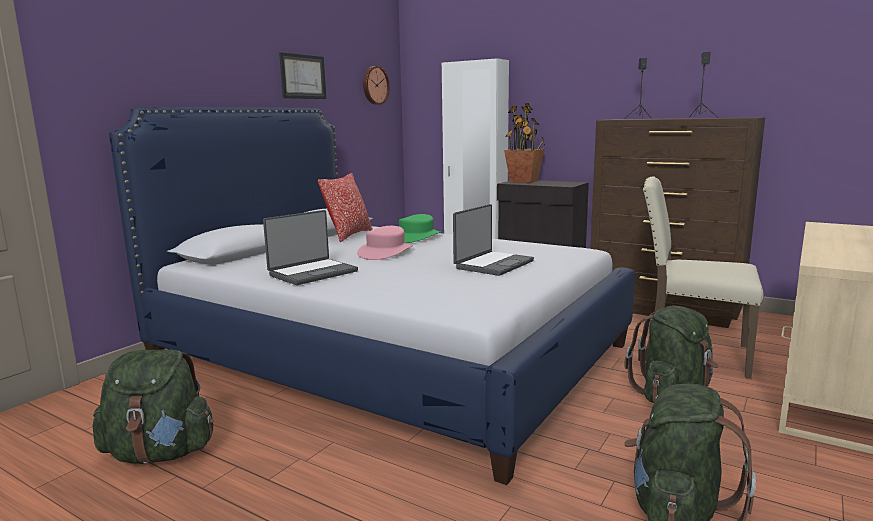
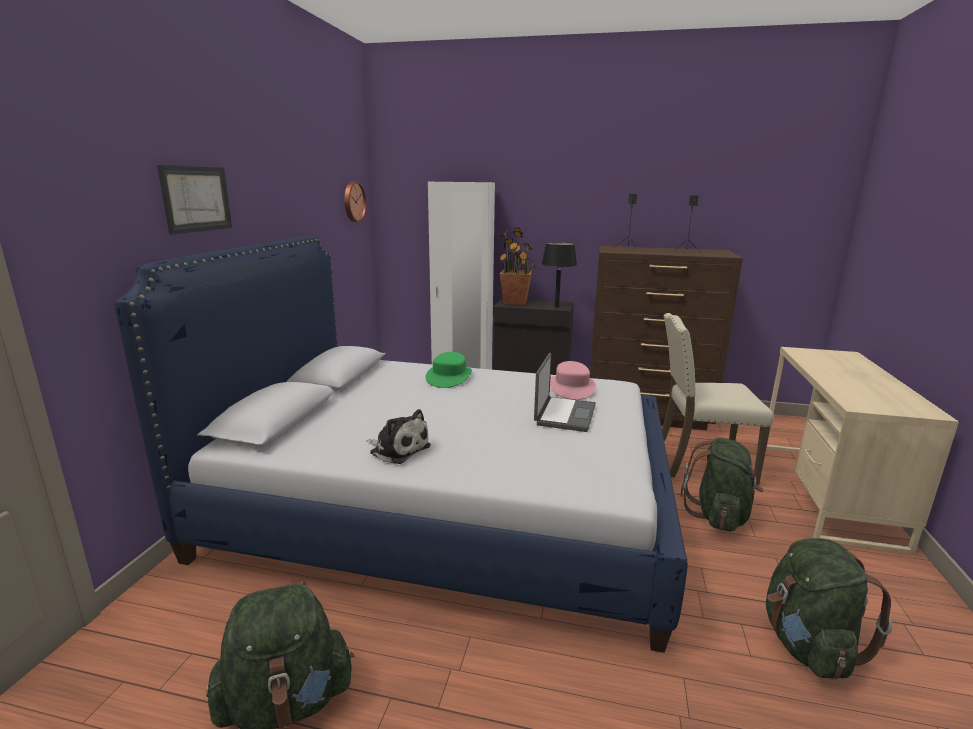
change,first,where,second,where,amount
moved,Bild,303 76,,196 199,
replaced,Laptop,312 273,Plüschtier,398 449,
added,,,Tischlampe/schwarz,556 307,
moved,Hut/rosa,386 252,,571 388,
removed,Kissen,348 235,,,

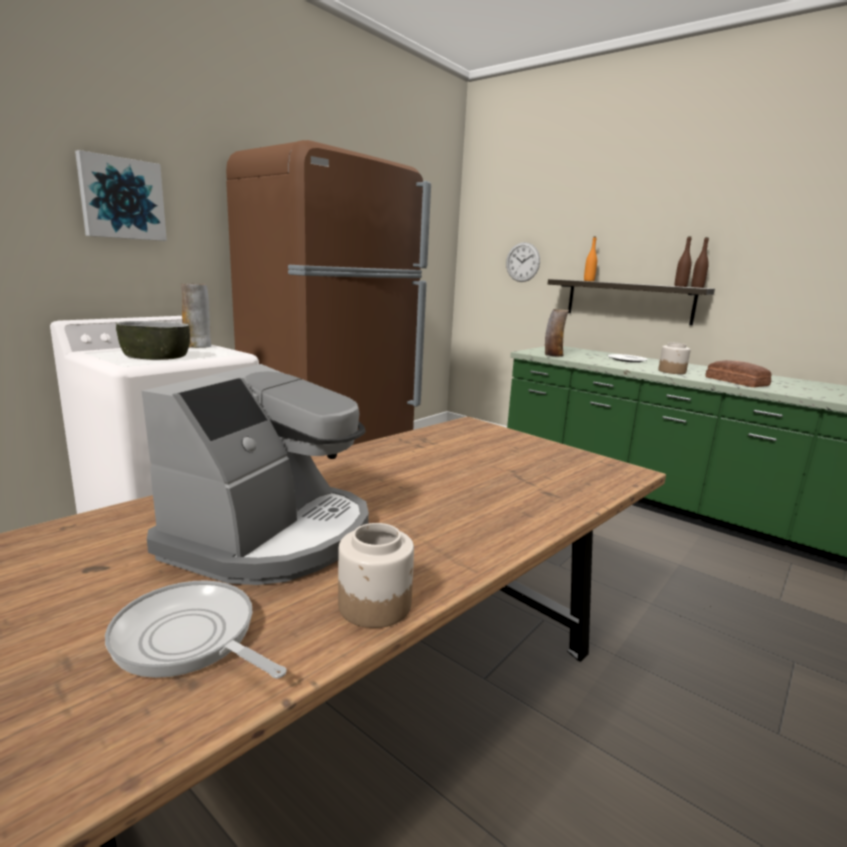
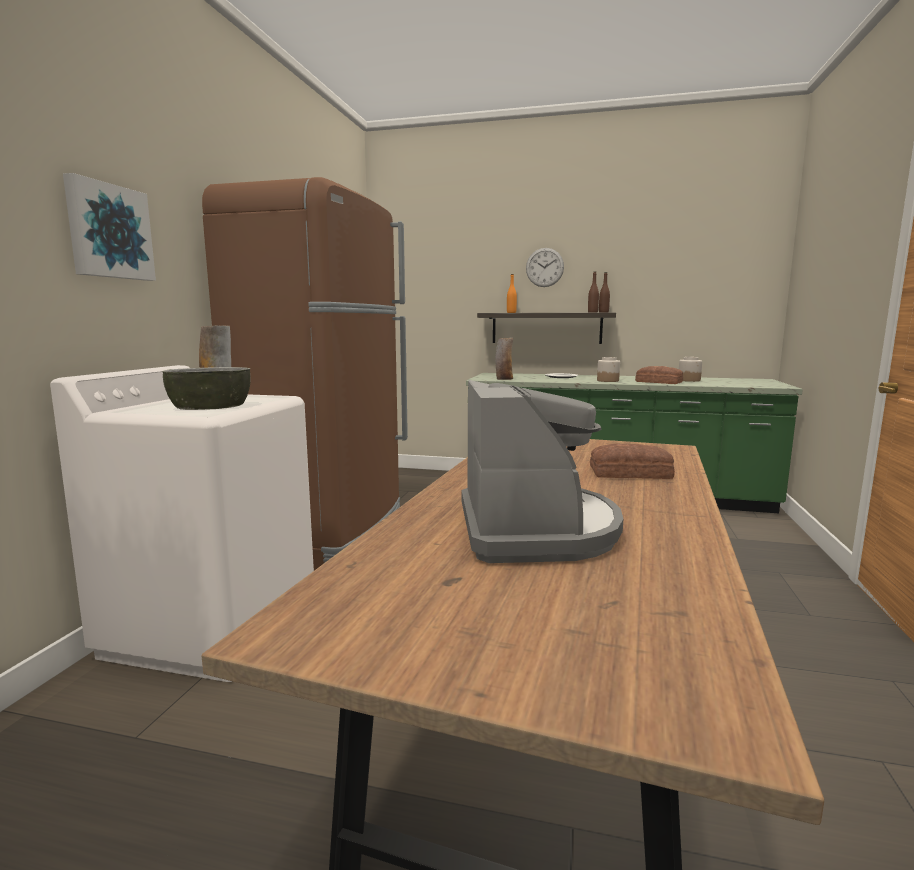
change,first,where,second,where,amount
moved,Wanduhr,522 262,,544 267,
added,,,Brot,631 474,
moved,Vorratsglas,376 605,,689 380,
removed,Pfanne,189 639,,,

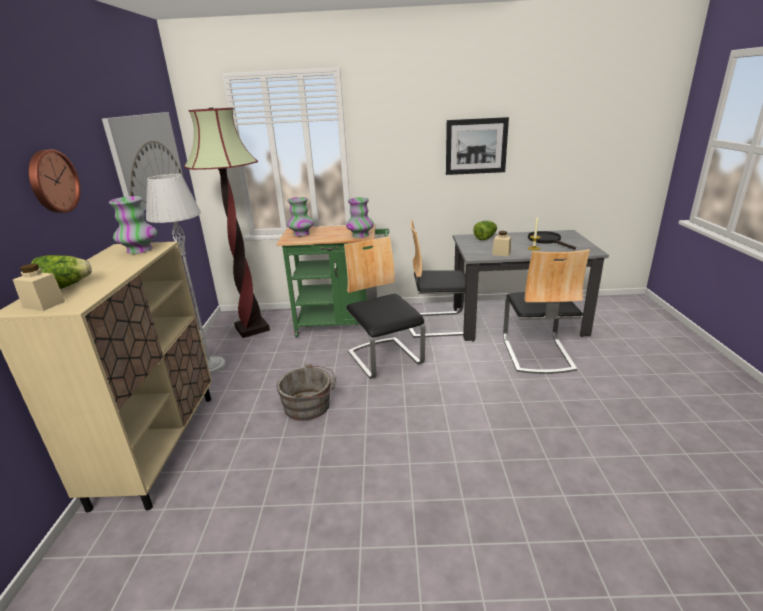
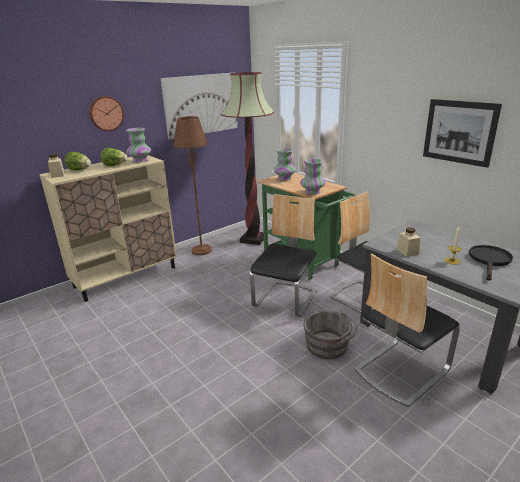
change,first,where,second,where,amount
moved,Salatkopf,485 238,,115 165,
recoloured,Stehlampe/grau,210 366,Stehlampe/braun,201 250,
moved,Eimer/grau,310 406,,328 347,

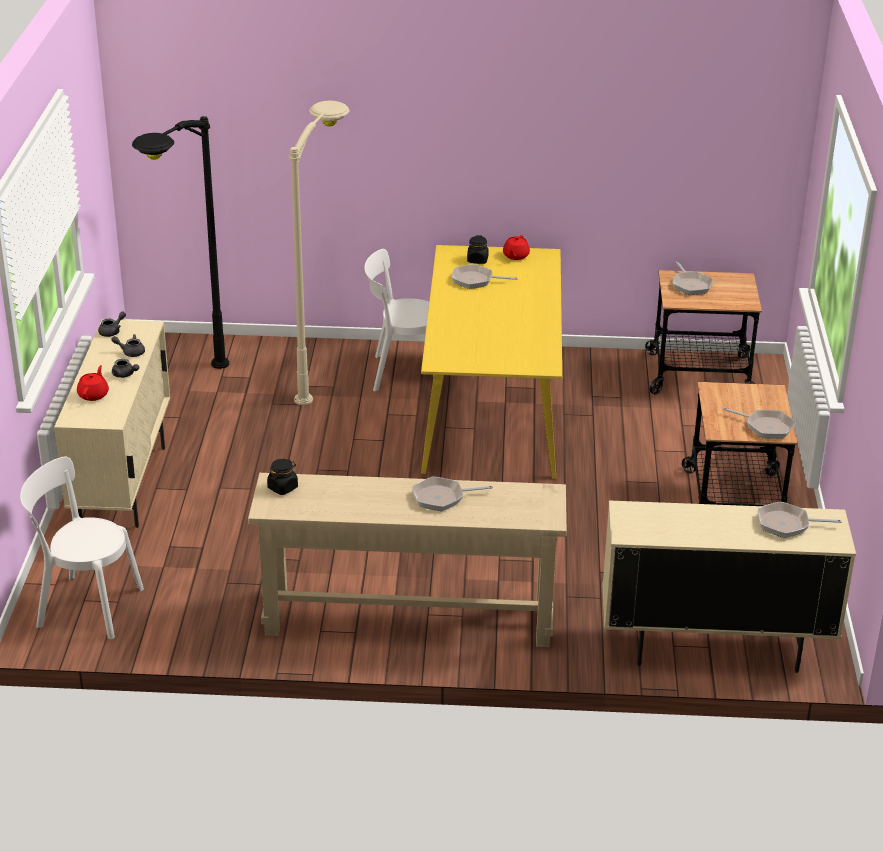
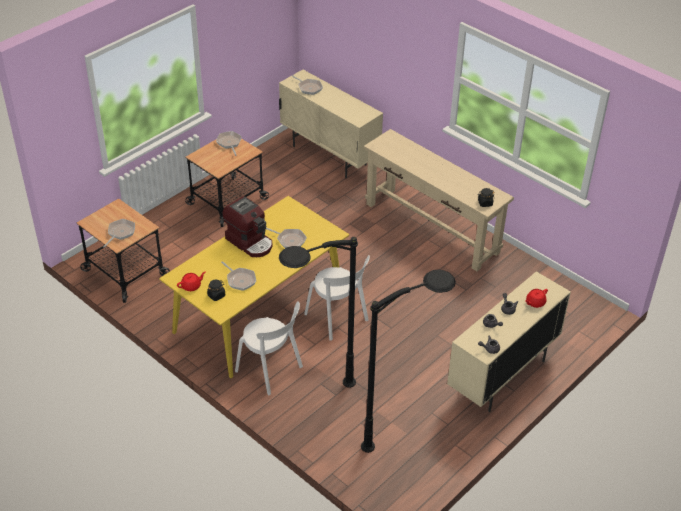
change,first,where,second,where,amount
added,,,Kaffeemaschine,250 242,
moved,Pfanne,442 497,,289 240,
recoloured,Stehlampe/beige,326 372,Stehlampe/schwarz,312 398,
moved,Stuhl/weiß,85 606,,338 319,

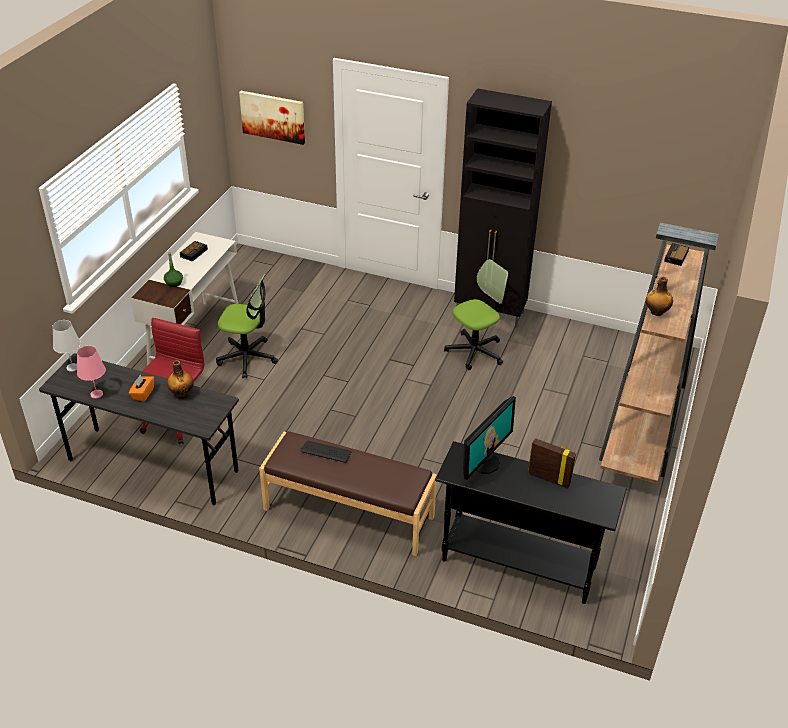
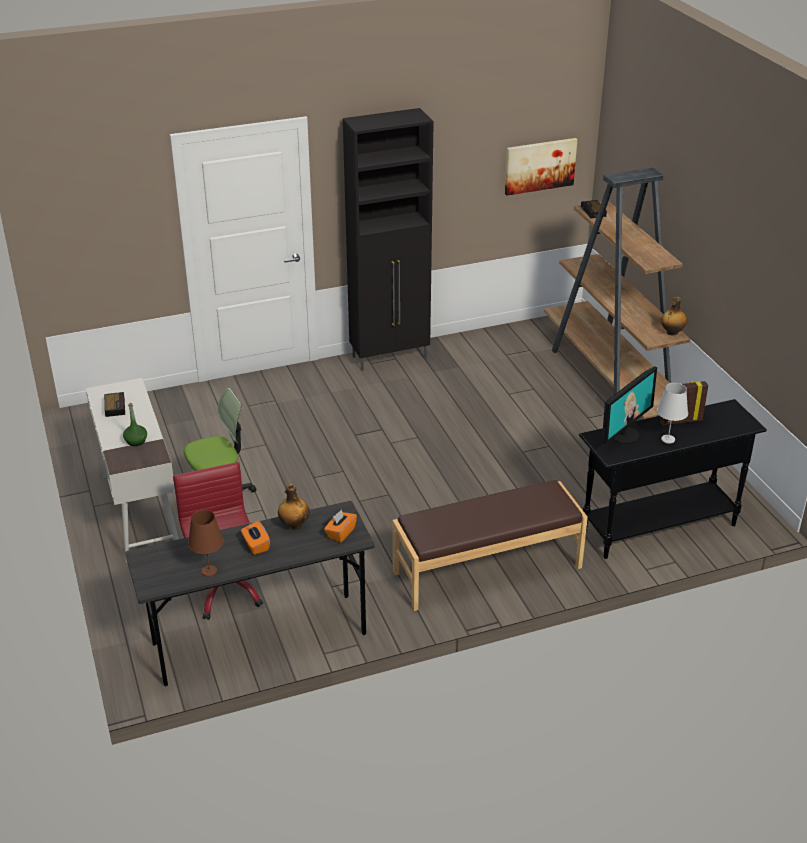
change,first,where,second,where,amount
recoloured,Tischlampe/rosa,96 394,Tischlampe/braun,209 571,
added,,,Taschentuchbox/orange,340 533,
moved,Bild,273 116,,539 165,
turned,Monitor,485 463,,624 435,45 degrees clockwise
moved,Tischlampe/weiß,72 367,,668 439,
moved,Flasche,656 312,,671 332,
removed,Tastatur,326 452,,,
removed,Bürostuhl,475 351,,,

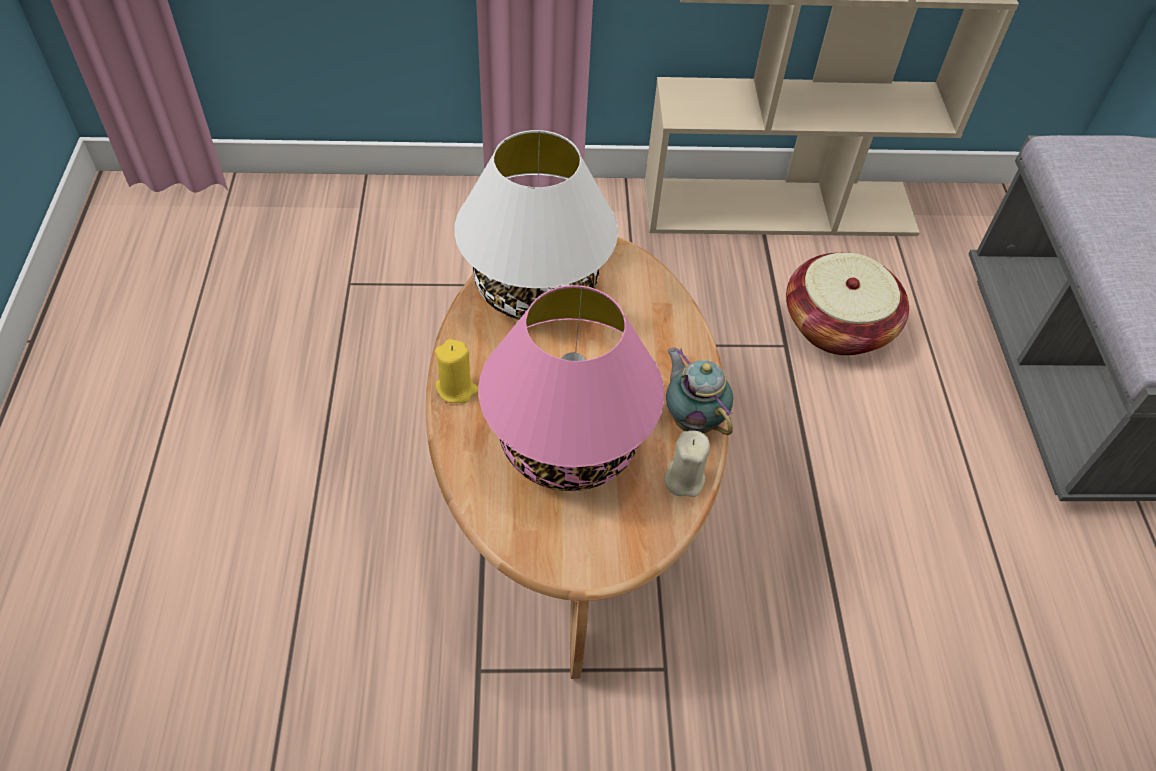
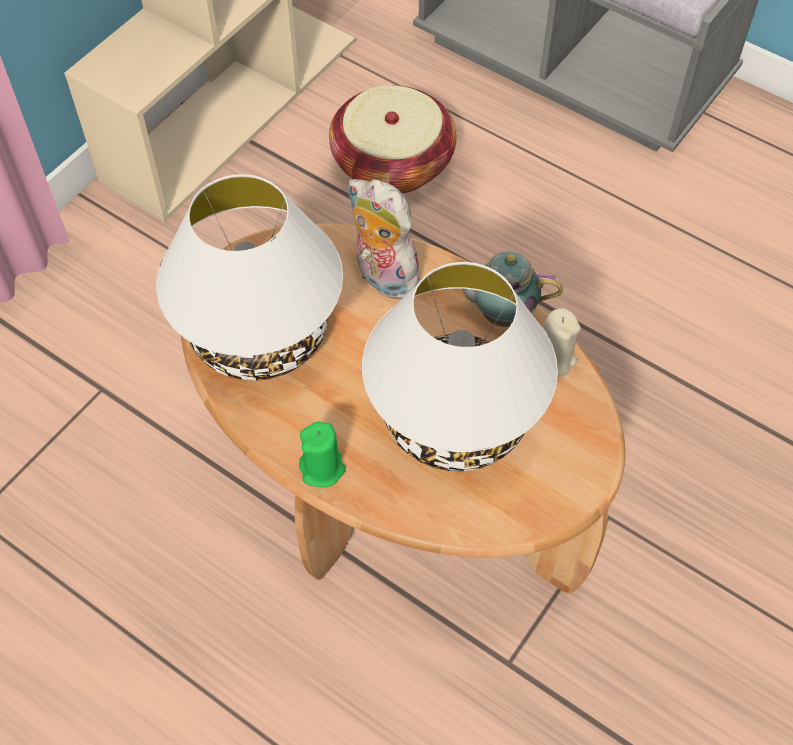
change,first,where,second,where,amount
recoloured,Kerze/gelb,456 388,Kerze/grün,322 468,
added,,,Plüschtier,382 277,
recoloured,Tischlampe/rosa,569 445,Tischlampe/weiß,455 418,

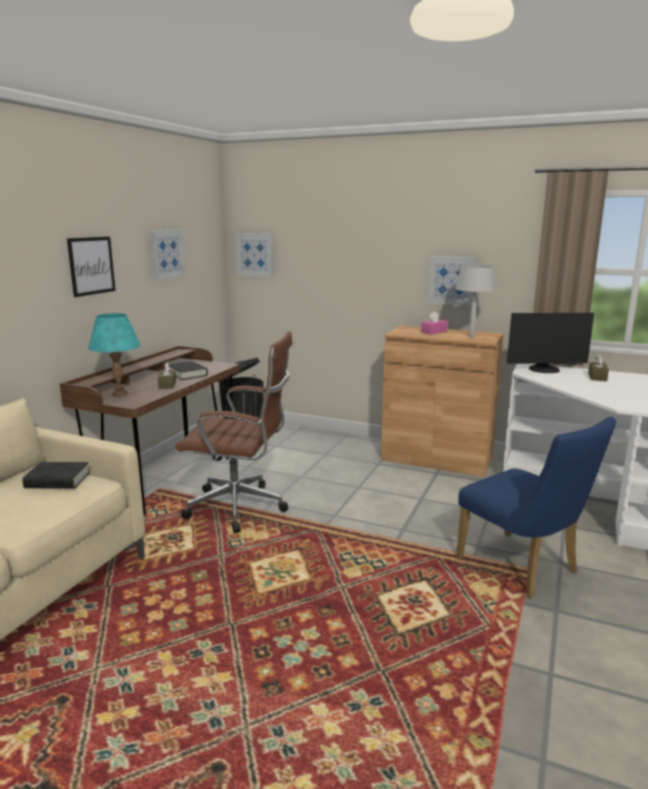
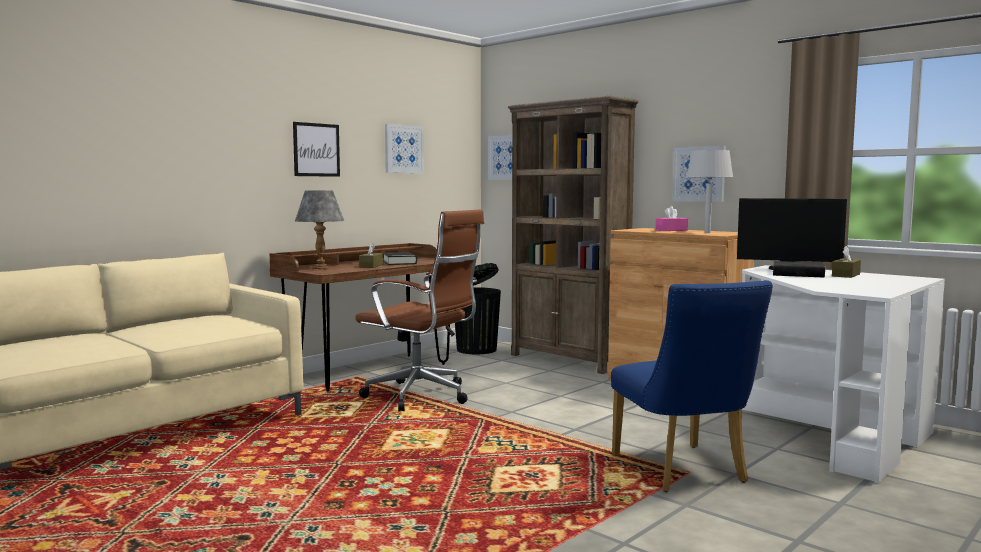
change,first,where,second,where,amount
recoloured,Tischlampe/türkis,119 394,Tischlampe/grau,321 268,
added,,,Bücherregal/braun,568 360,
moved,Buch/schwarz,57 480,,797 274,

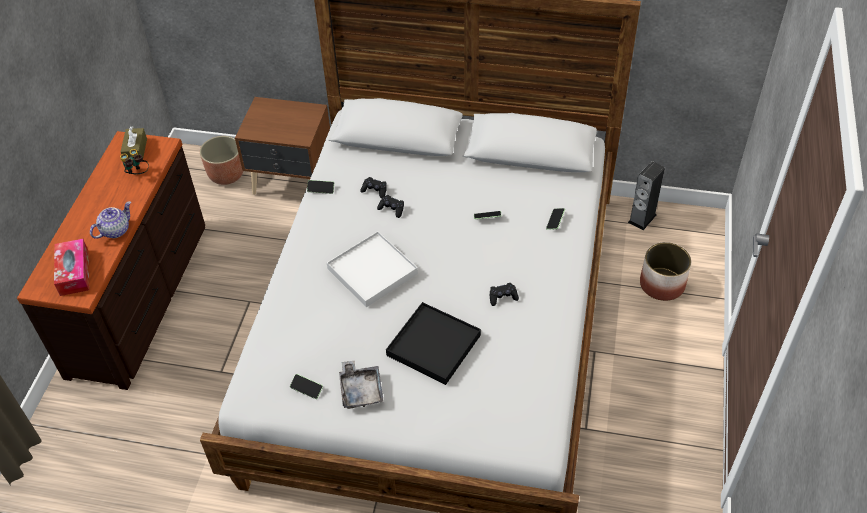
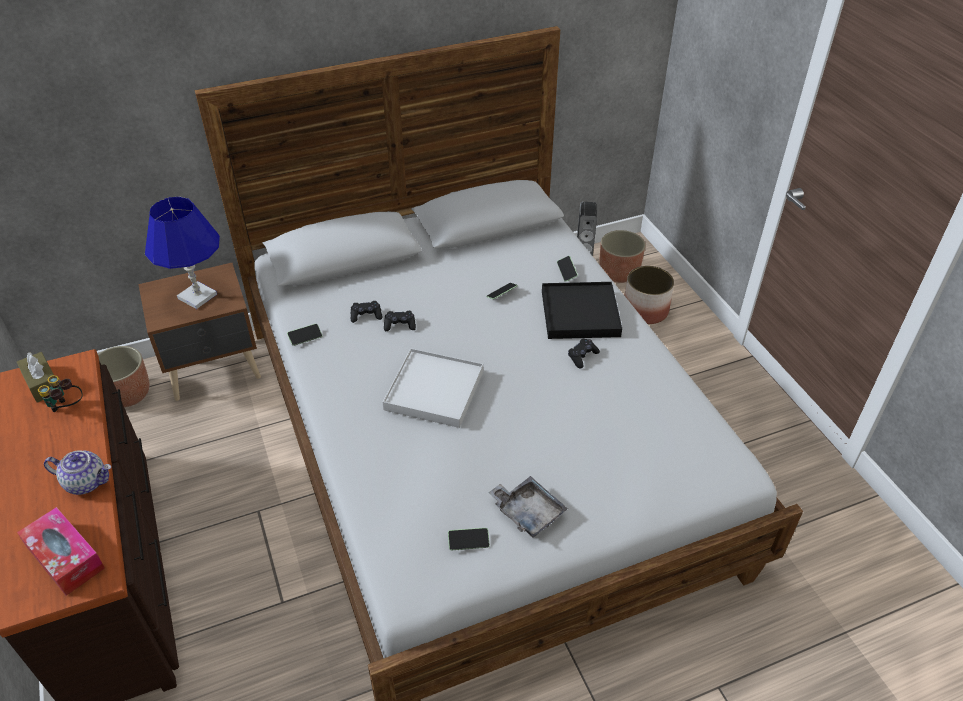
change,first,where,second,where,amount
turned,Teekanne,115 230,,87 482,90 degrees clockwise
added,,,Tischlampe/blau,198 296,
moved,Tablett/schwarz,433 345,,579 313,
added,,,Pflanzkübel,618 273,

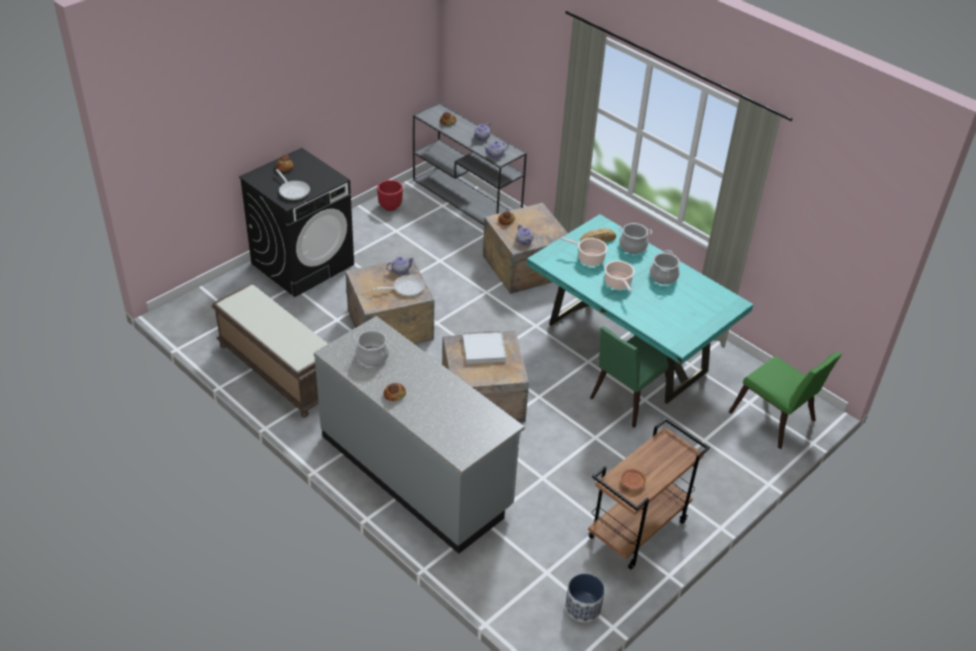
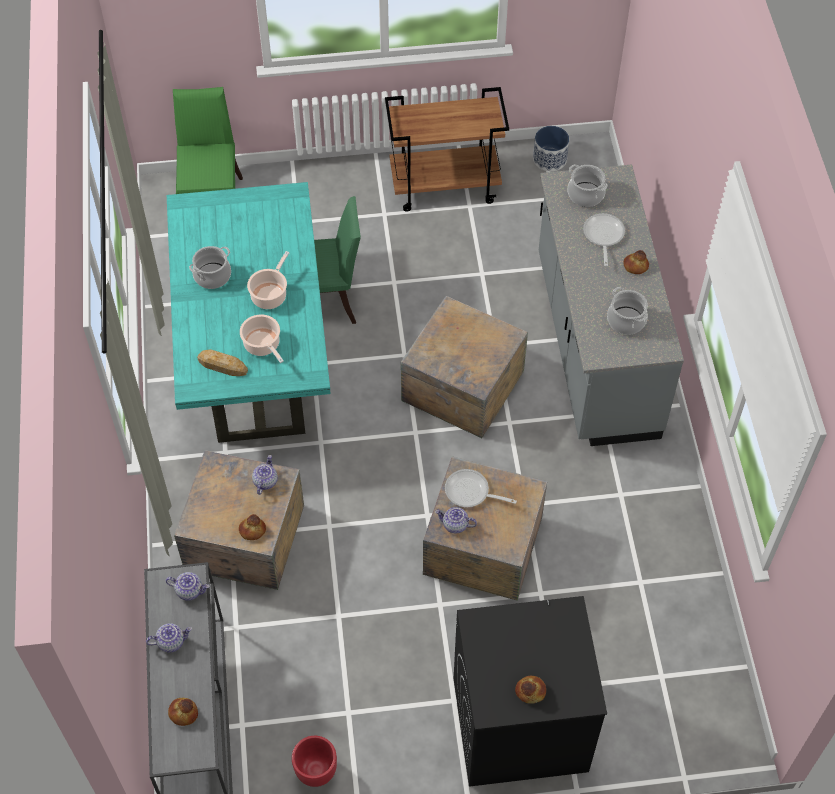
change,first,where,second,where,amount
moved,Kochtopf,632 246,,586 194,
moved,Pfanne,293 191,,603 236,
removed,Bank/braun,277 370,,,
removed,Tablett/weiß,484 349,,,
removed,Teller/braun,632 482,,,

